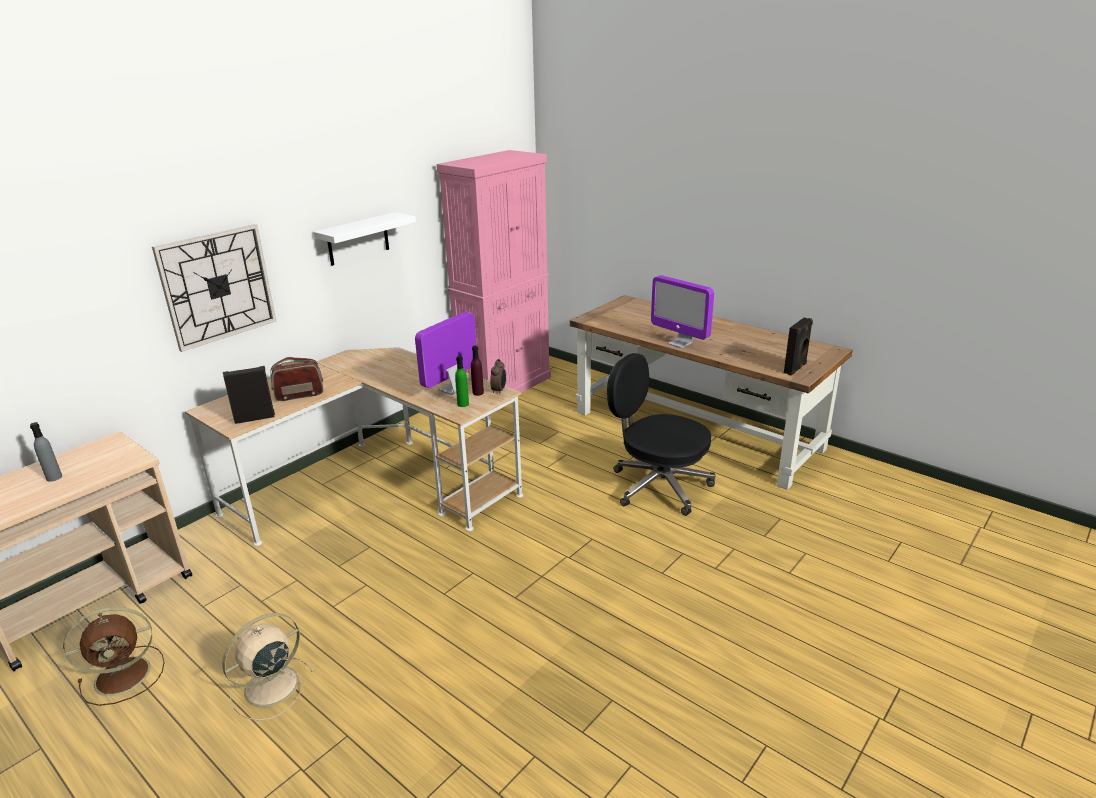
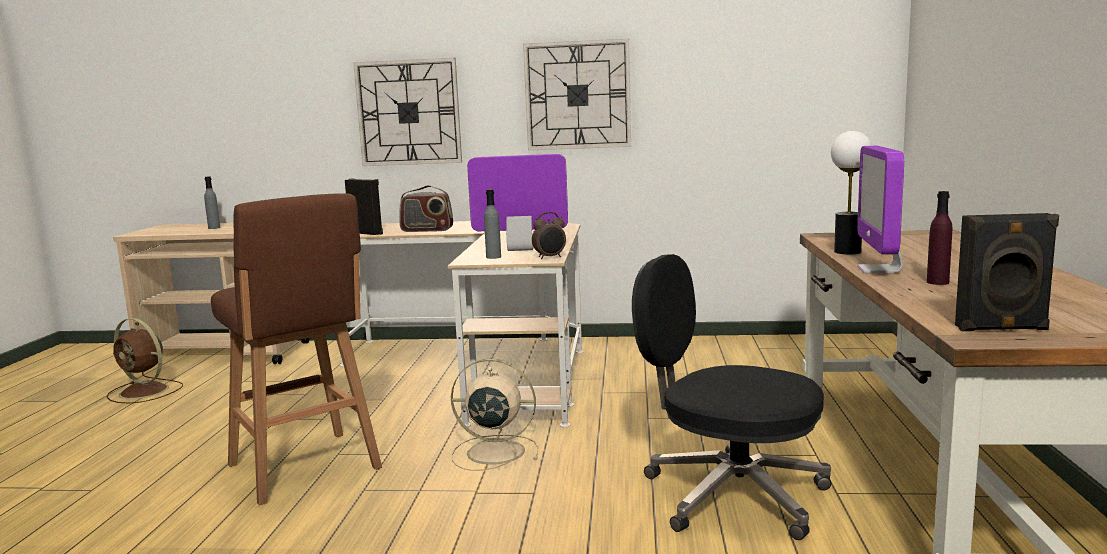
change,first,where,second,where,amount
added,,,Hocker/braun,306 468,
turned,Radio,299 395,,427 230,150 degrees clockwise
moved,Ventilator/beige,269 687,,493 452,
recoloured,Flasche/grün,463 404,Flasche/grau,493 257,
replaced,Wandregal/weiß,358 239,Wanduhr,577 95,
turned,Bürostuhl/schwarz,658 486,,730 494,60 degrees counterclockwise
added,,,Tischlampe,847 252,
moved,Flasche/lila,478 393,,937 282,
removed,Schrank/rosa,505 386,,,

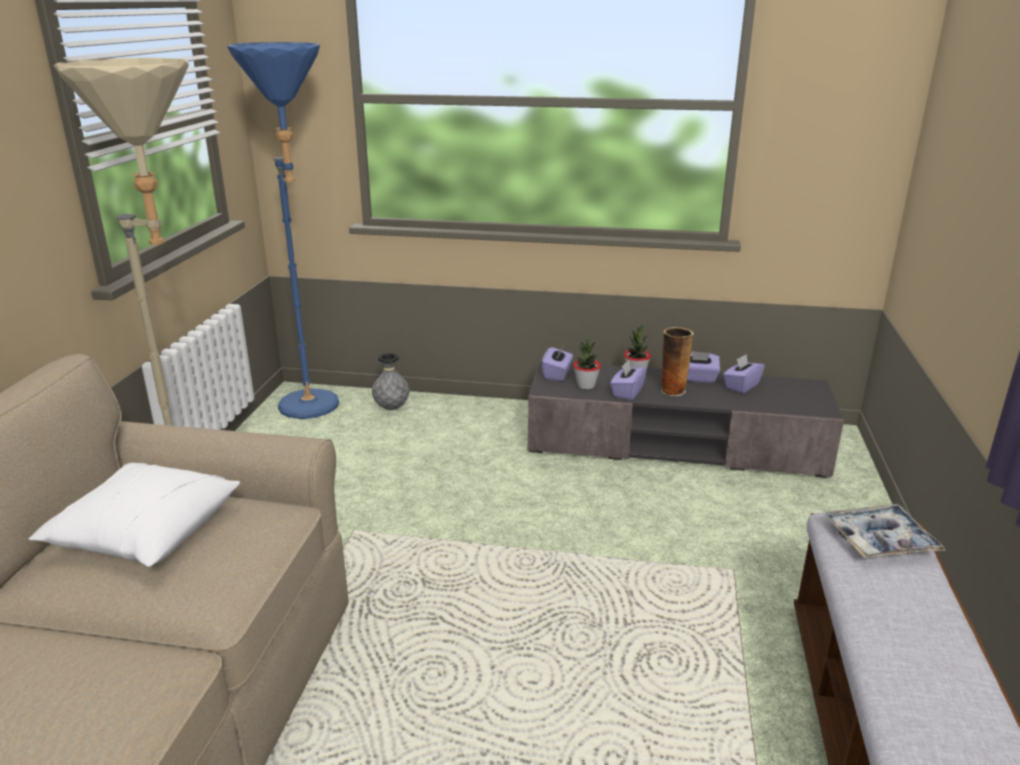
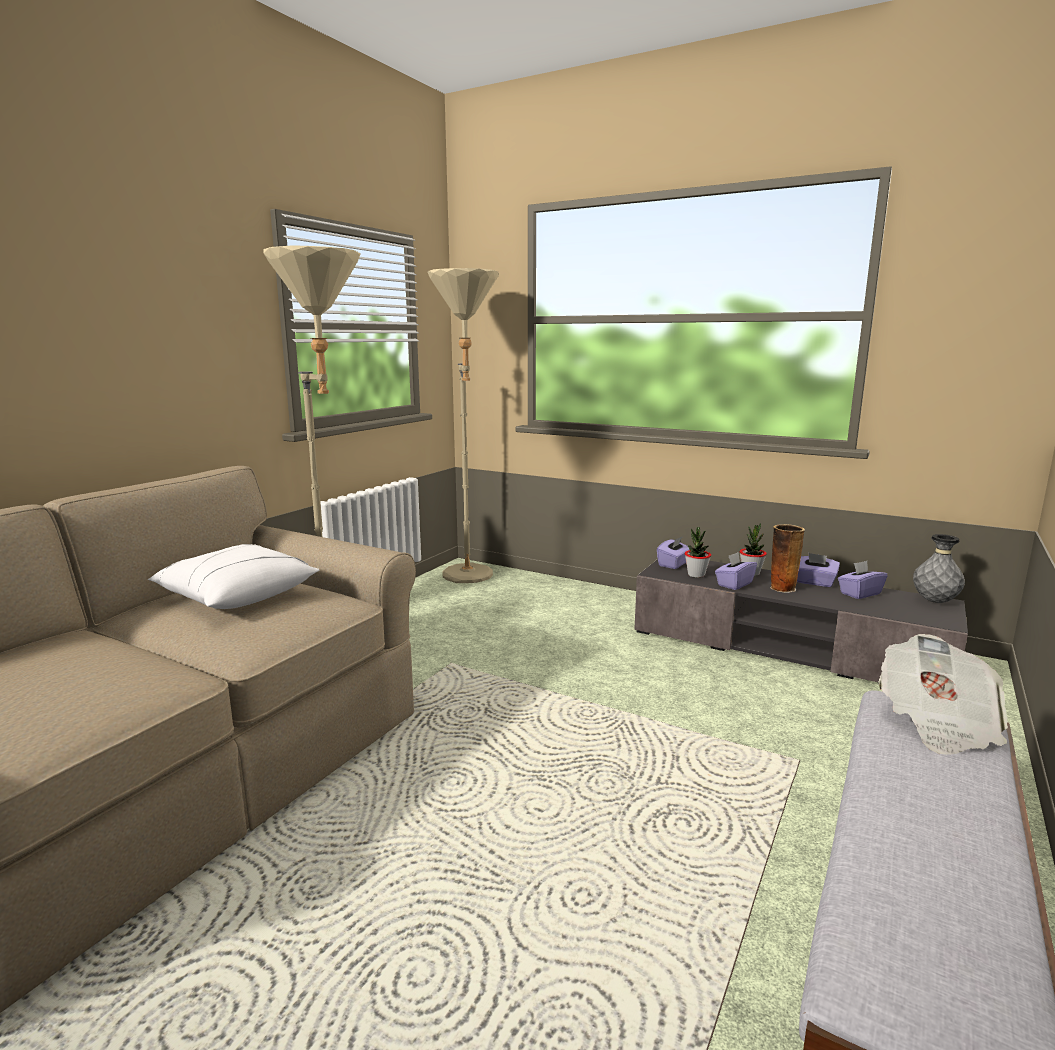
change,first,where,second,where,amount
recoloured,Stehlampe/blau,314 410,Stehlampe/beige,469 579,
replaced,Tablett,880 540,Zeitung,937 723,
moved,Vase/grau,391 408,,934 601,

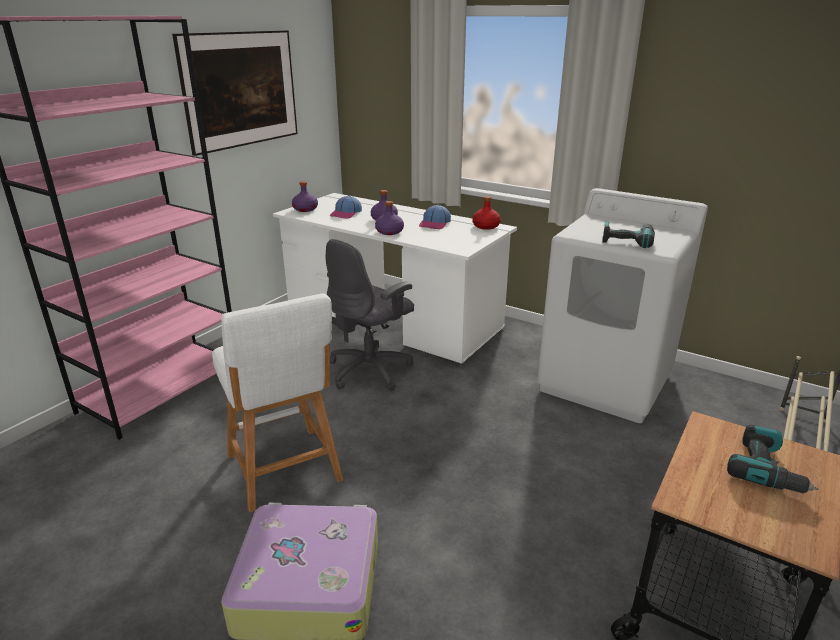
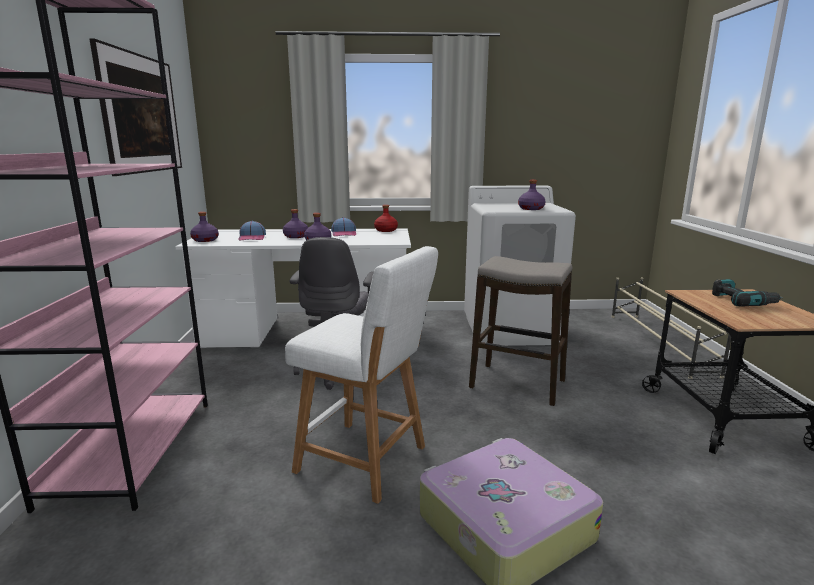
change,first,where,second,where,amount
added,,,Hocker,517 384,
replaced,Bohrmaschine,627 241,Flasche/lila,531 209,

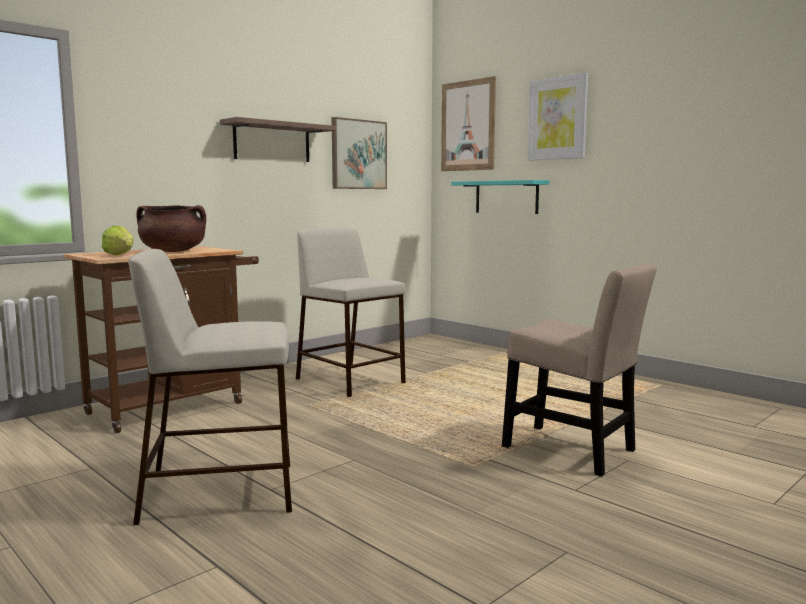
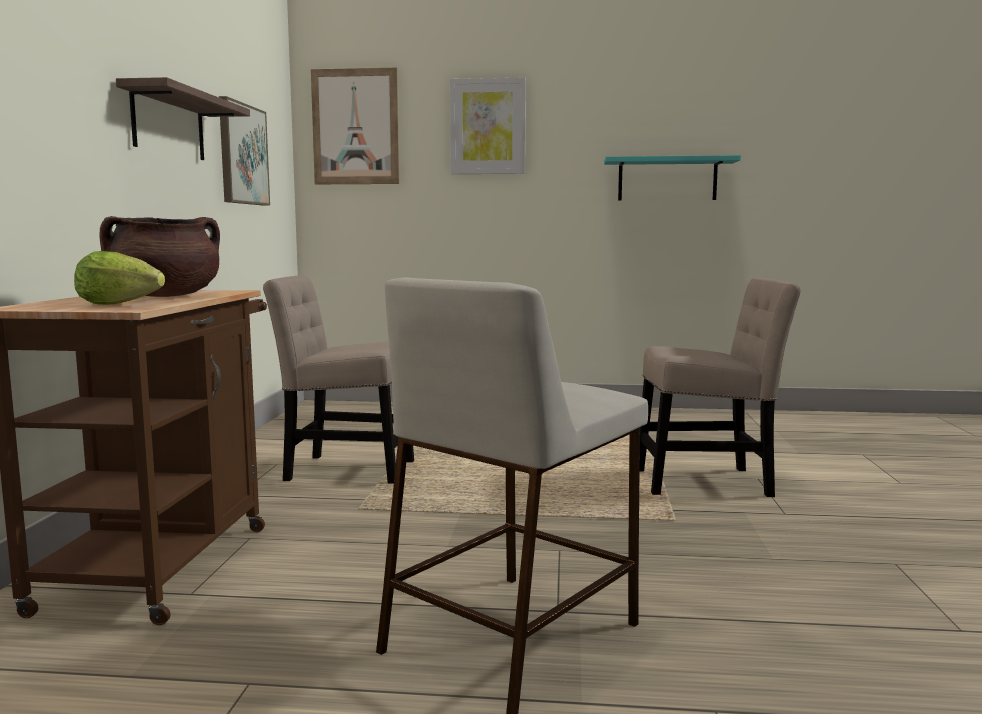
change,first,where,second,where,amount
replaced,Hocker/beige,351 381,Stuhl/beige,344 470,
moved,Wandregal/türkis,506 197,,667 179,

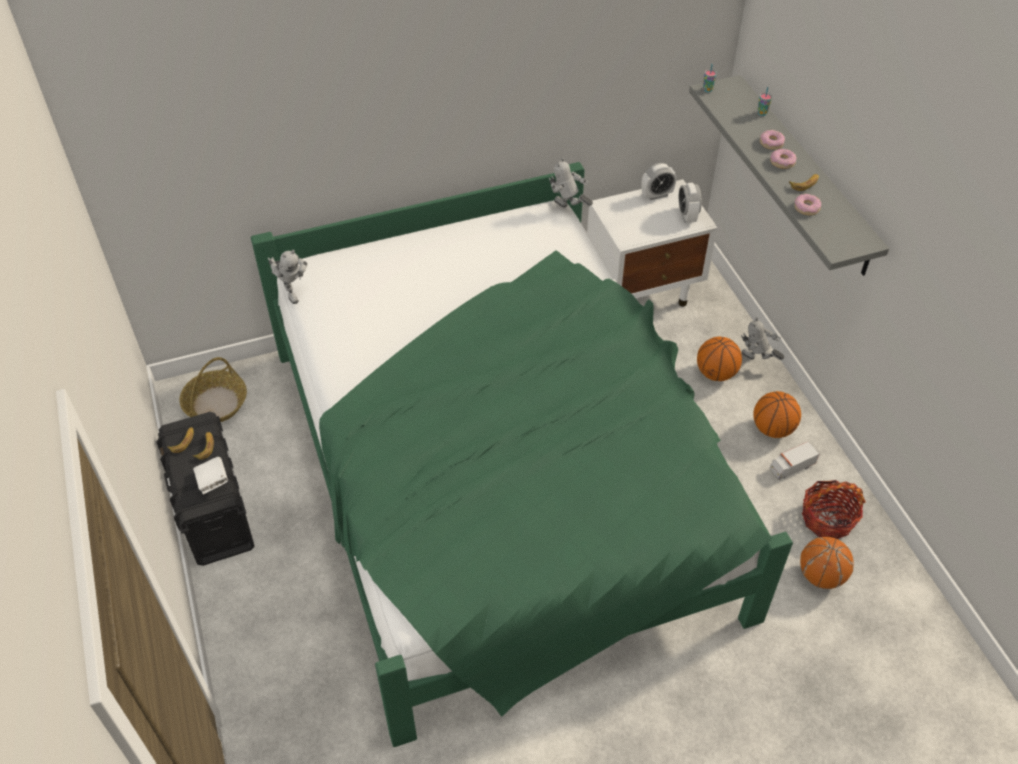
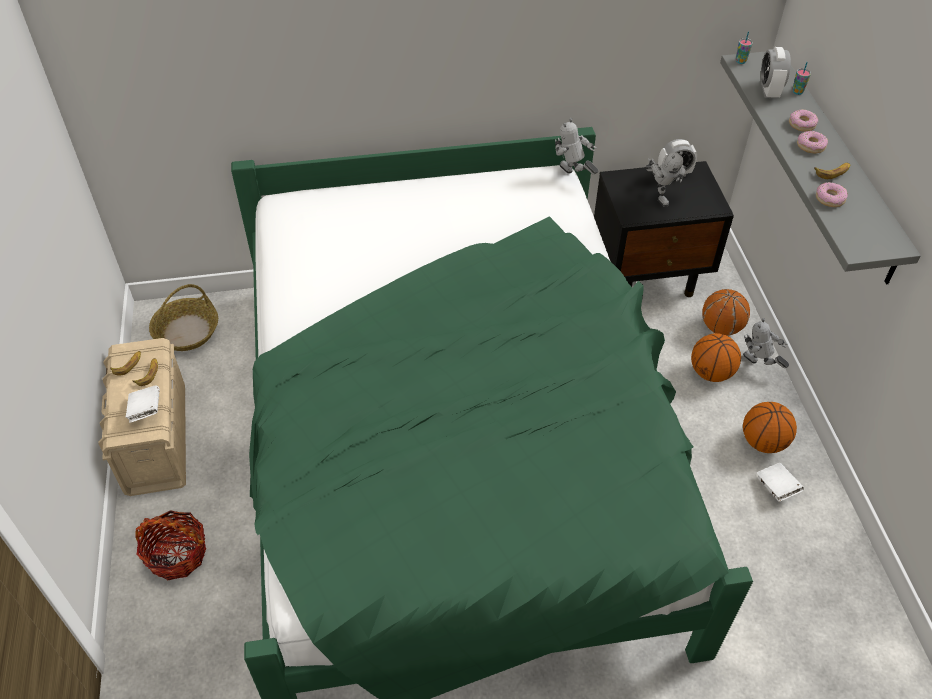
change,first,where,second,where,amount
recoloured,Aufbewahrungsbox/schwarz,214 510,Aufbewahrungsbox/beige,156 440,
moved,Korb,827 519,,177 555,
recoloured,Nachttisch/weiß,643 291,Nachttisch/schwarz,649 275,
moved,Spielzeugroboter,291 291,,660 195,
moved,Basketball,820 576,,721 328,
replaced,Spielzeuglaster,791 467,Buch/weiß,776 487,
moved,Wecker,687 215,,769 91,

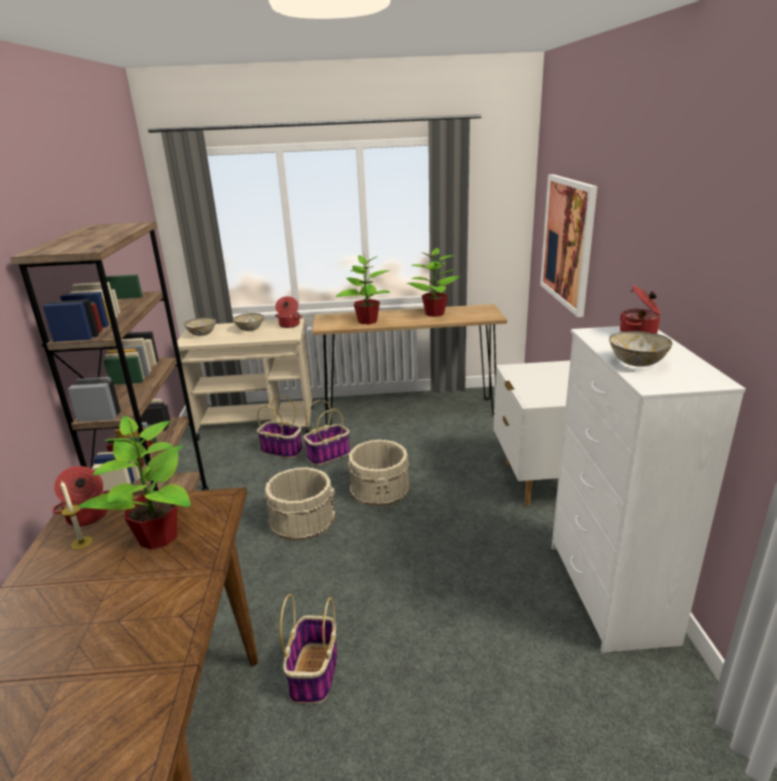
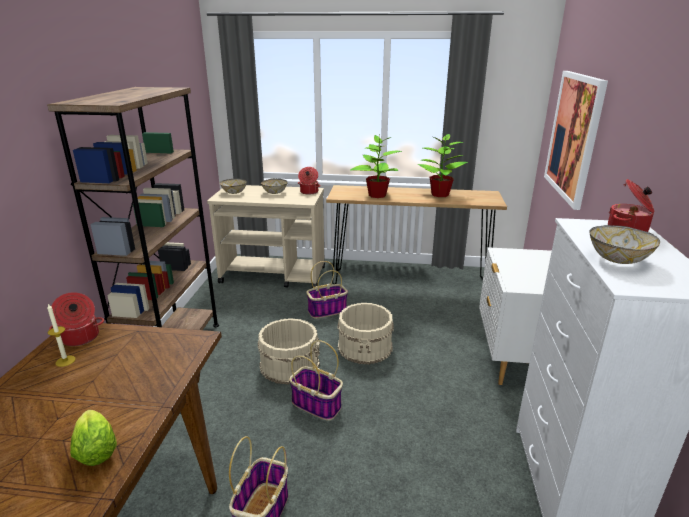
change,first,where,second,where,amount
added,,,Salatkopf,96 448,
moved,Korb,282 450,,317 404,
removed,Topfpflanze,158 538,,,

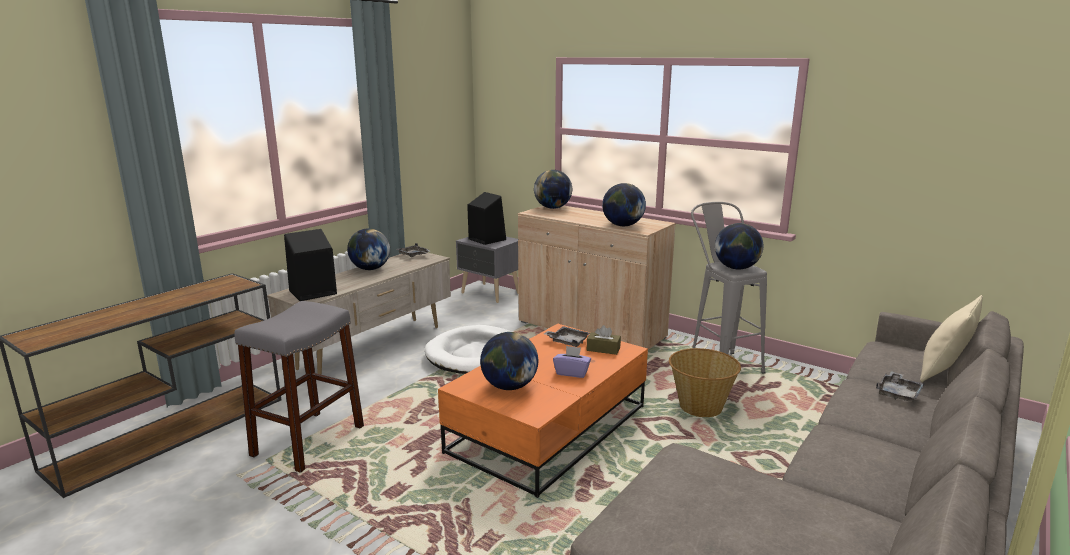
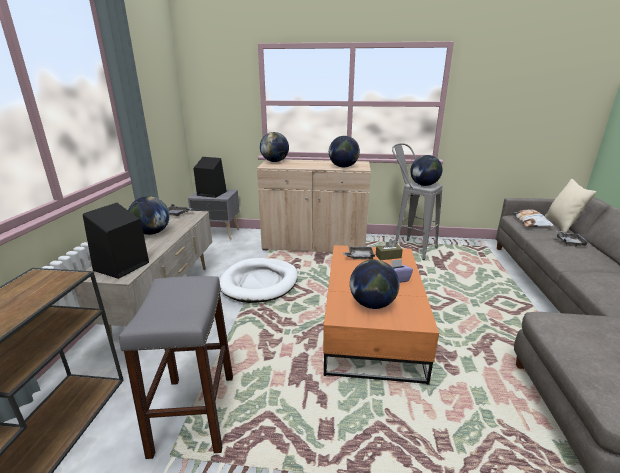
change,first,where,second,where,amount
added,,,Kissen,531 222,
removed,Korb,700 407,,,

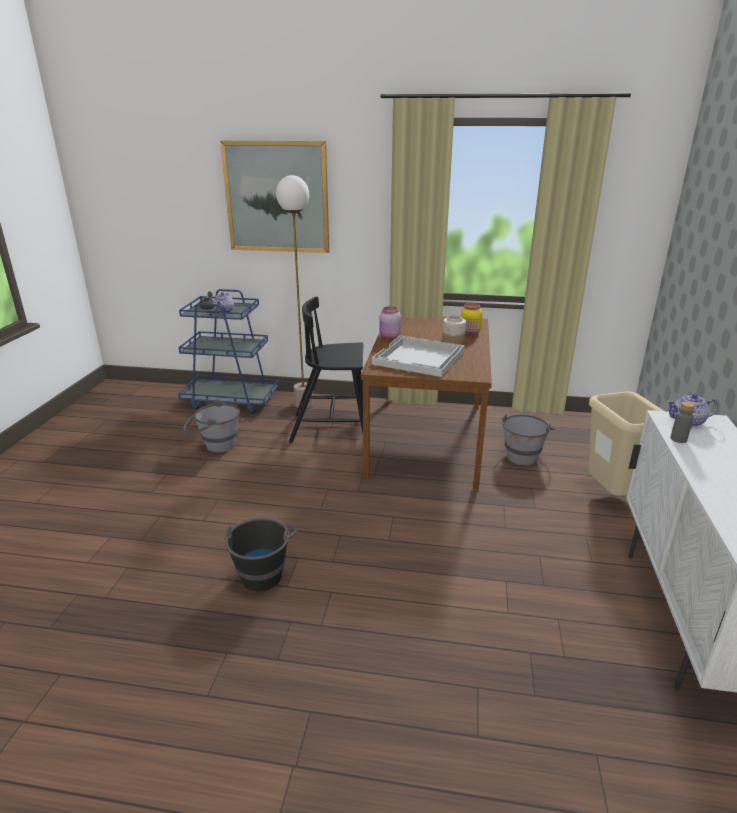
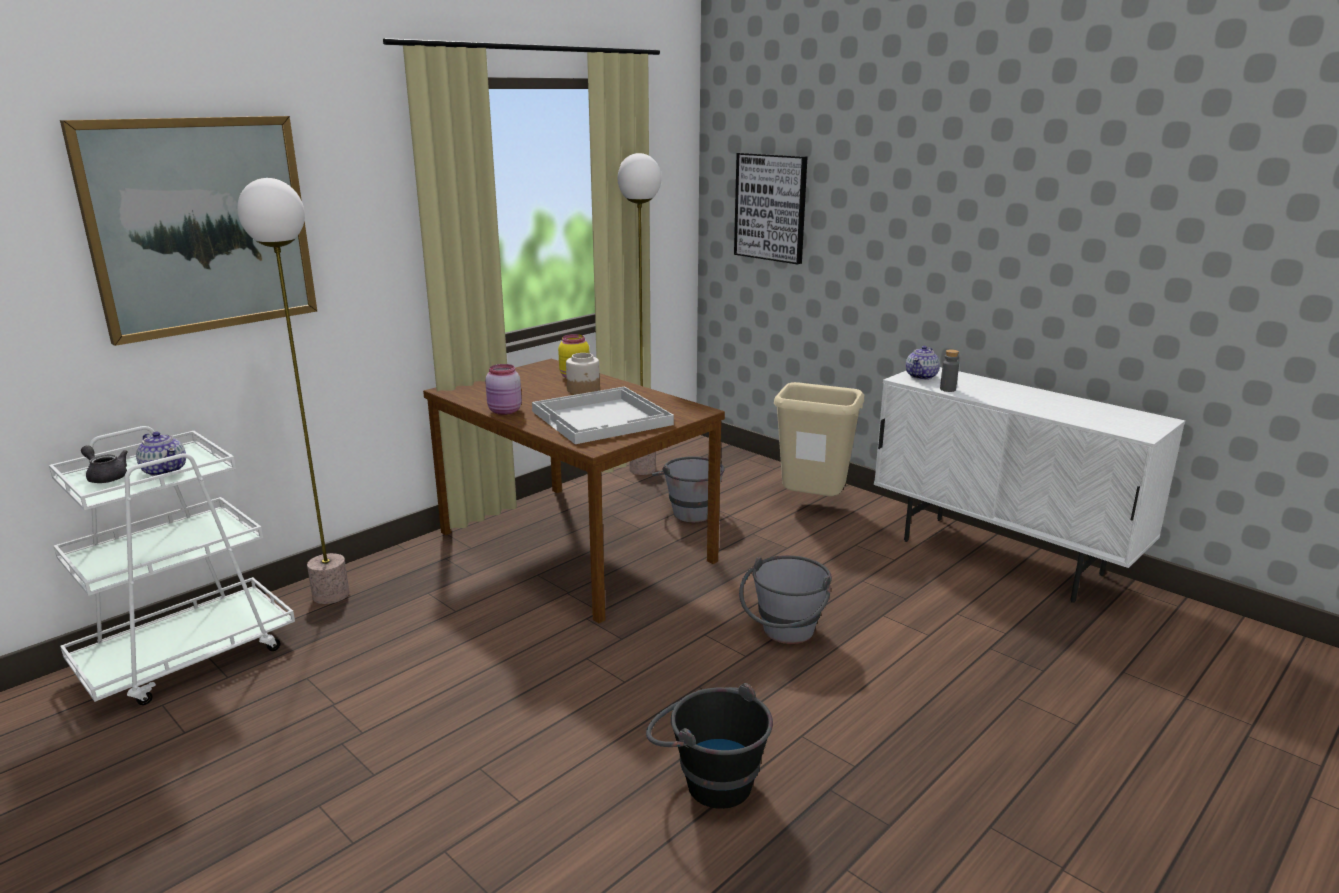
change,first,where,second,where,amount
recoloured,Rollwagen/blau,231 401,Rollwagen/weiß,188 656,
added,,,Stehlampe,643 469,
added,,,Bild,771 207,
moved,Eimer/grau,214 445,,784 635,
removed,Stuhl/schwarz,332 428,,,

